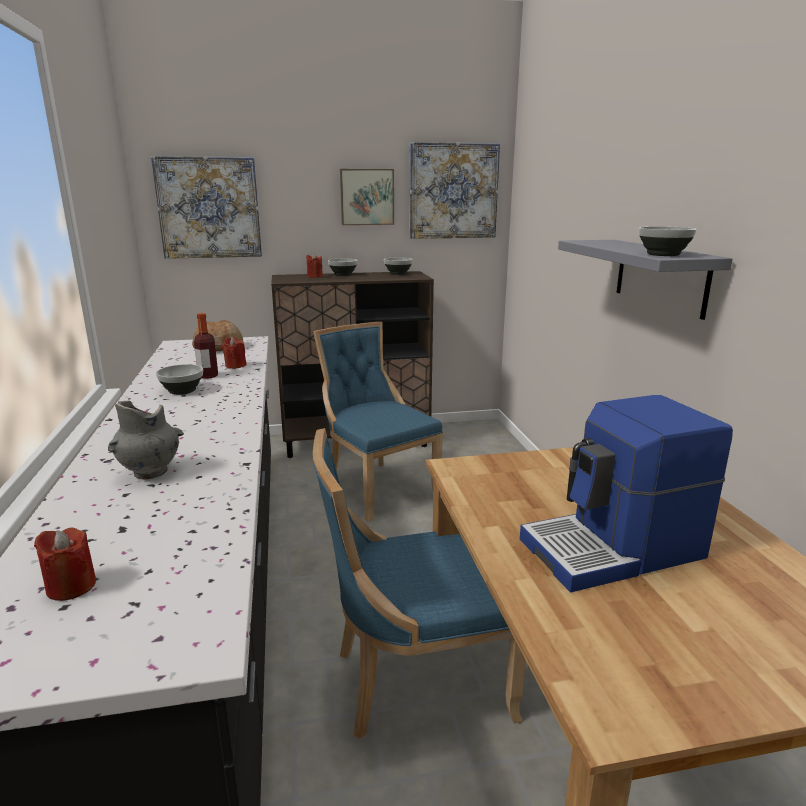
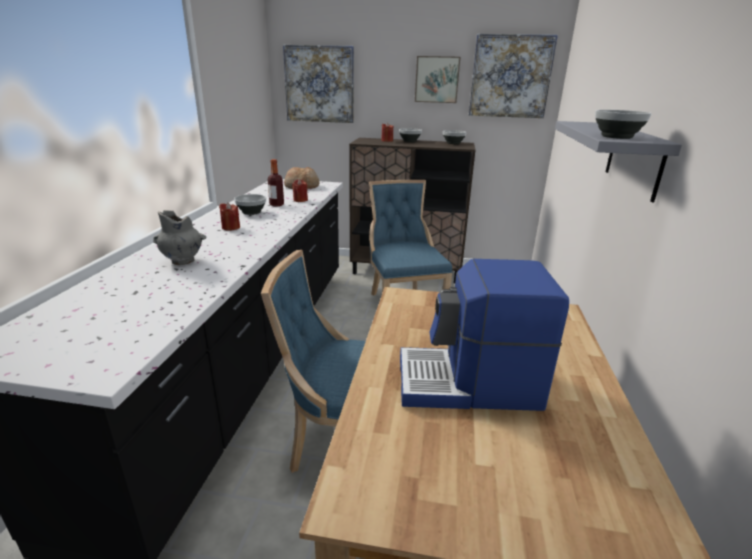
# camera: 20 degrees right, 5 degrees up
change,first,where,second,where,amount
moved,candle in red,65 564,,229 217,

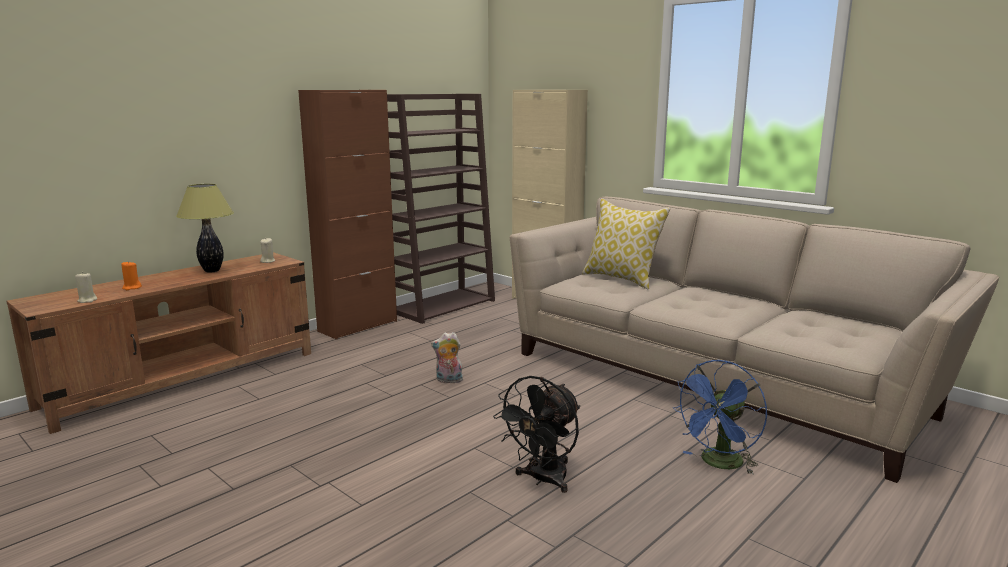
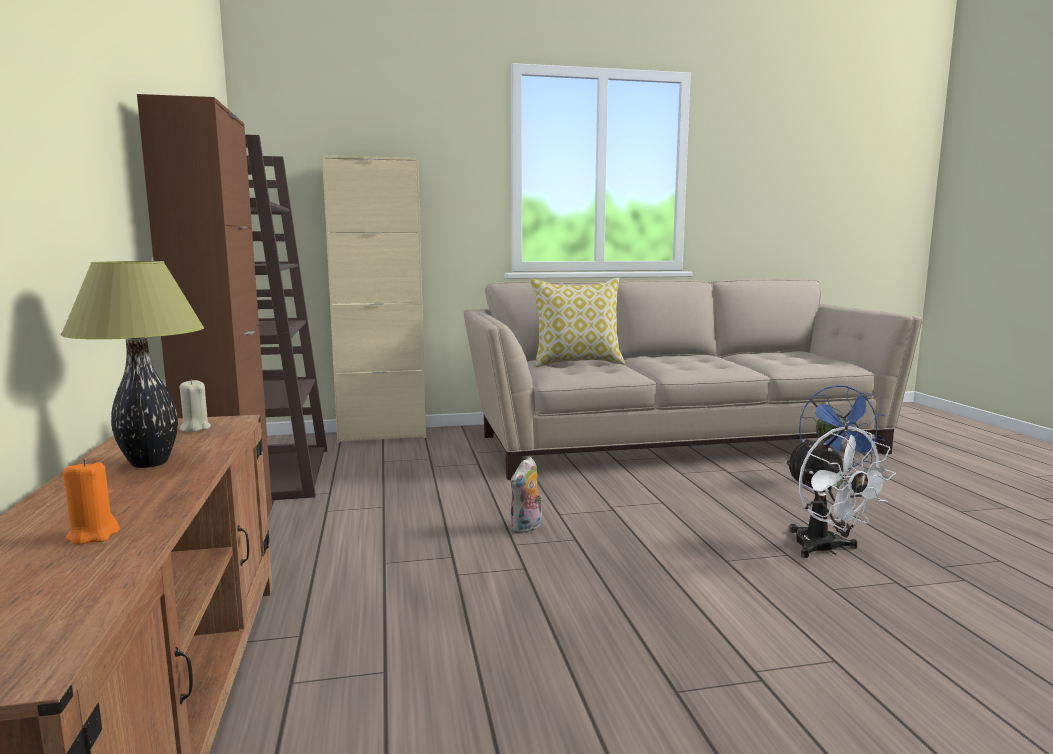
# camera: 55 degrees left, 5 degrees down
change,first,where,second,where,amount
removed,candle in beige,86 287,,,
recoloured,fan in black,536 434,fan in white,840 492,

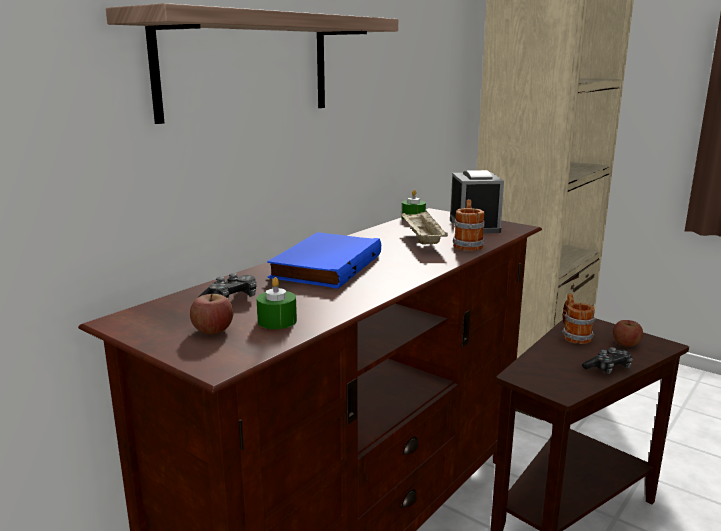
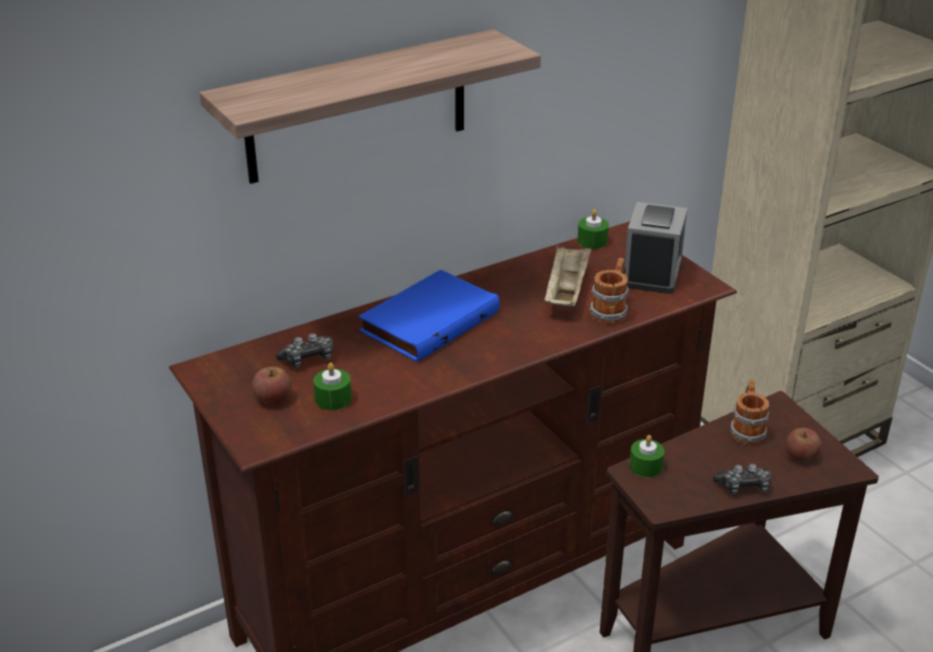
# camera: 20 degrees right, 15 degrees up
change,first,where,second,where,amount
added,,,candle in green,646 456,

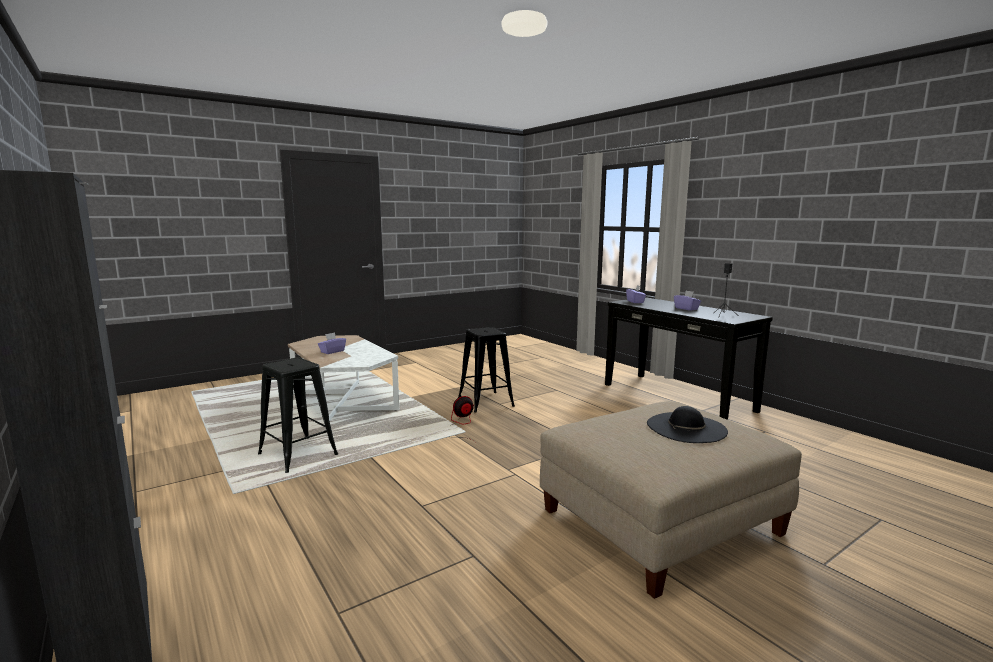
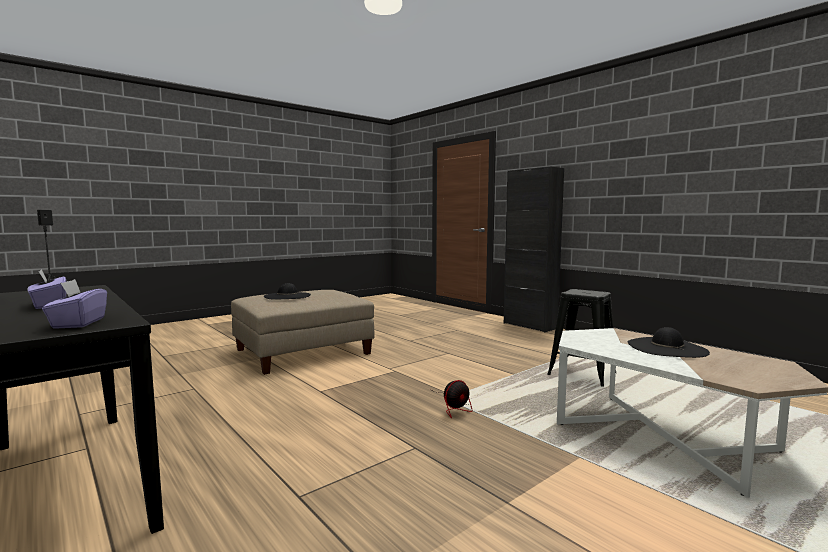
# camera: 175 degrees right, 5 degrees down
change,first,where,second,where,amount
removed,stool in black,486 370,,,
replaced,tissue box in purple,332 343,hat in black,669 342,

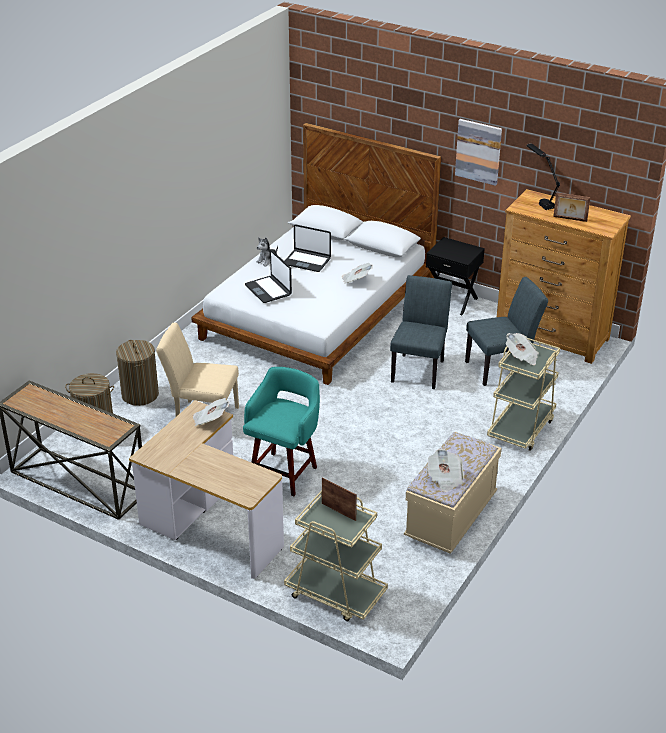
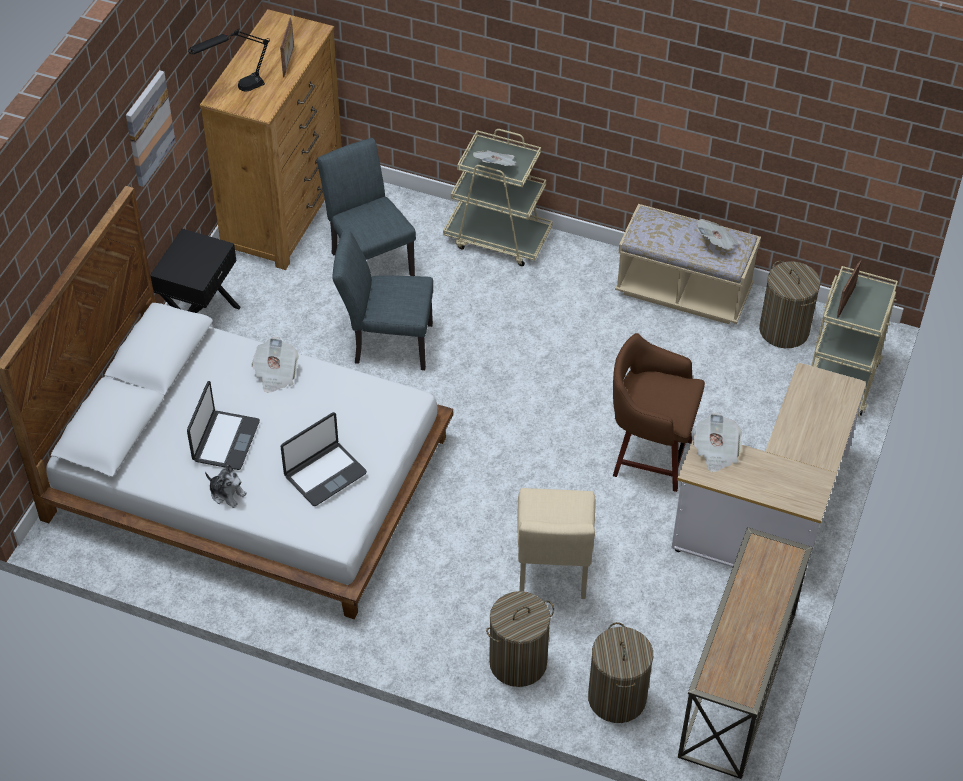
# camera: 100 degrees left, 15 degrees up
change,first,where,second,where,amount
recoloured,stool in turquoise,281 431,stool in brown,659 412,
added,,,laundry basket,789 304,

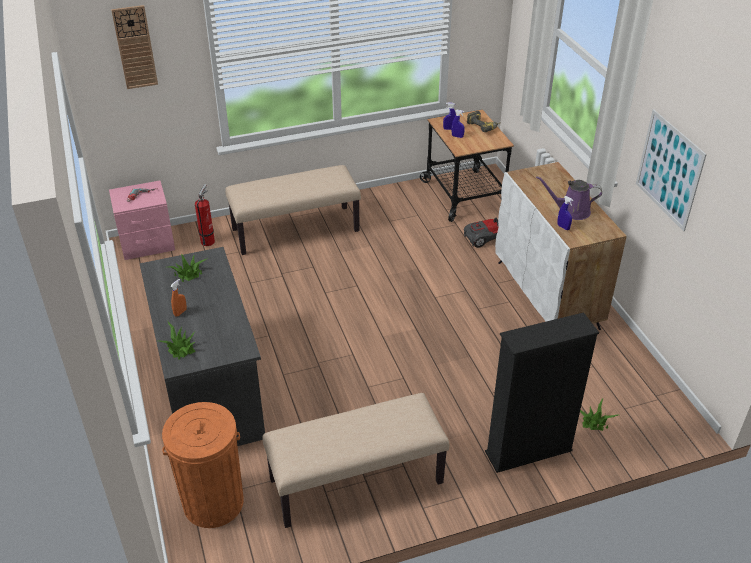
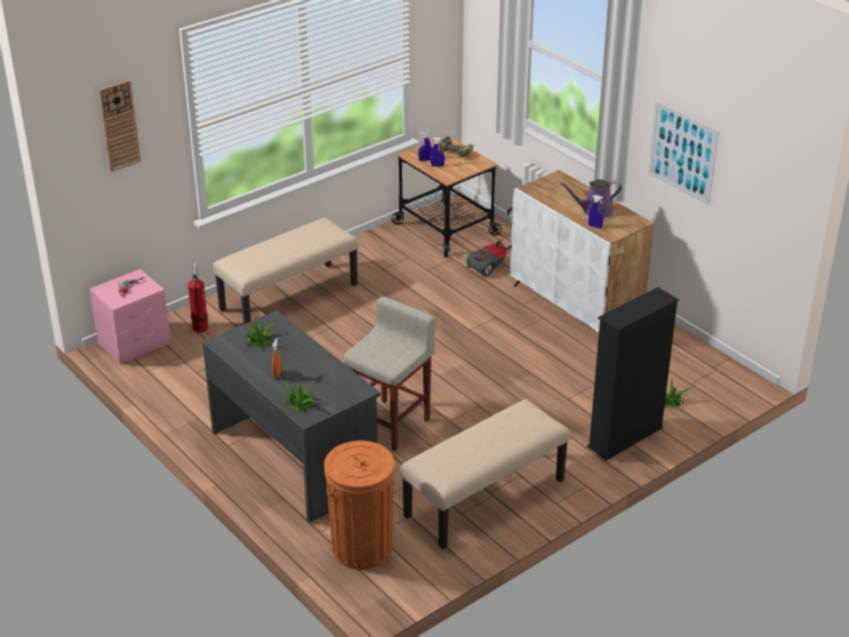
# camera: 20 degrees left, 5 degrees down
change,first,where,second,where,amount
added,,,stool in beige,389 374,

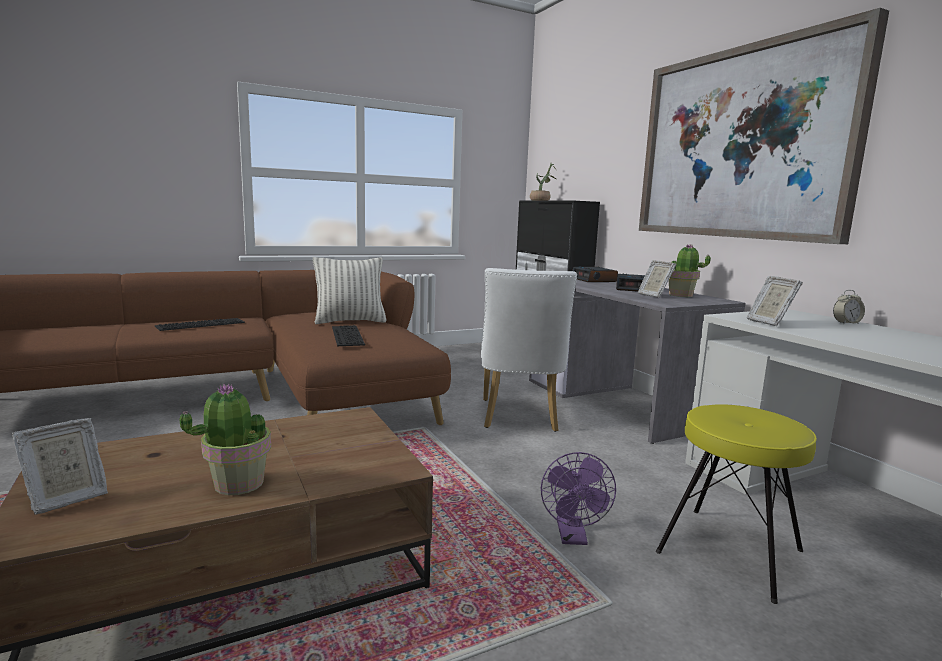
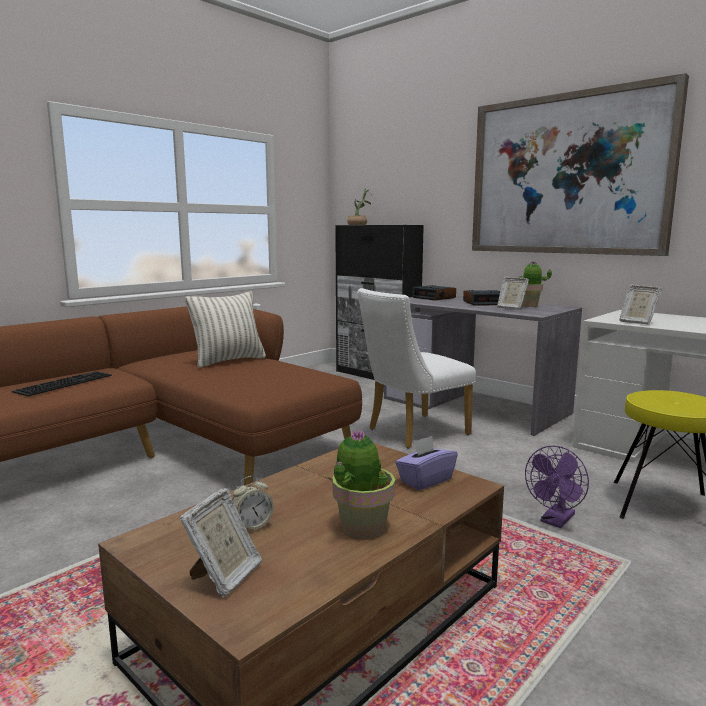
# camera: 20 degrees left, 0 degrees up
change,first,where,second,where,amount
turned,chair in white,529 350,,416 368,75 degrees clockwise
moved,alarm clock,849 307,,253 503,
removed,keyboard,348 335,,,
turned,fan in purple,578 498,,557 487,60 degrees clockwise
added,,,tissue box in purple,426 463,

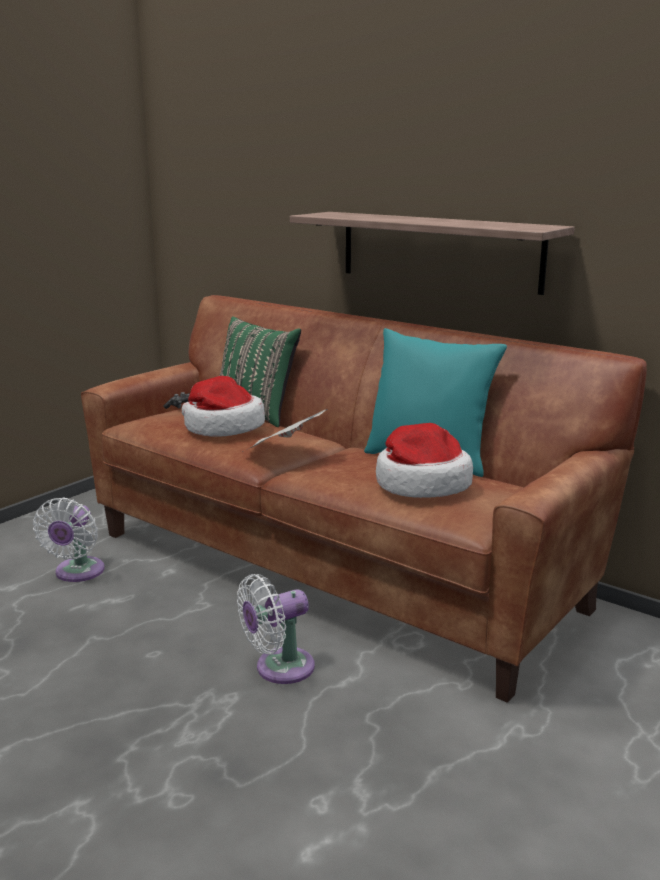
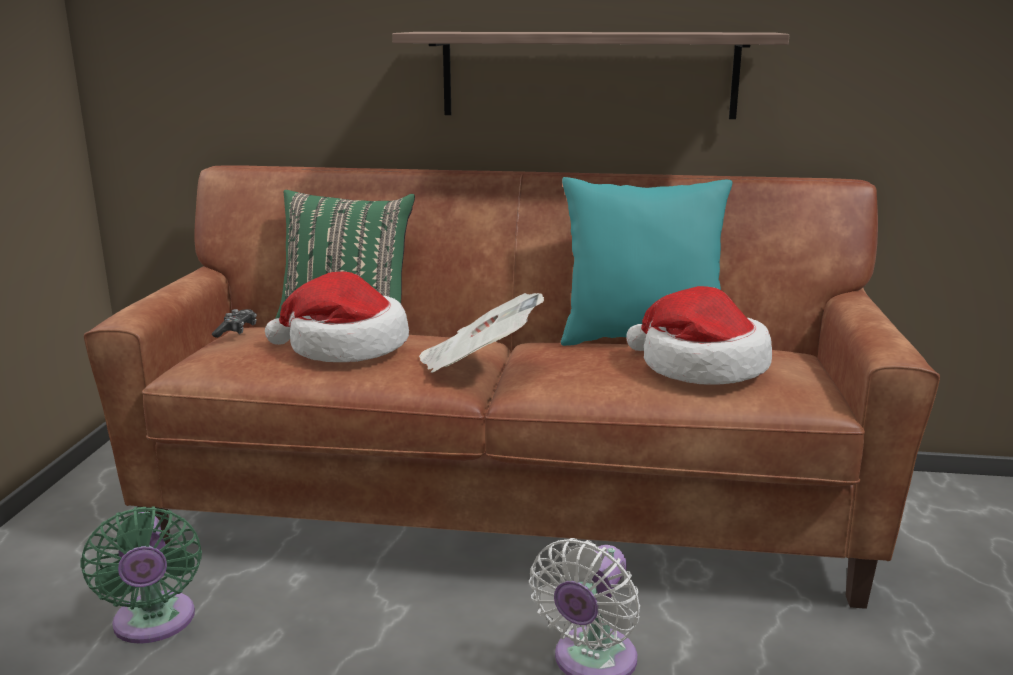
# camera: 30 degrees left, 0 degrees up
change,first,where,second,where,amount
recoloured,fan in white,69 540,fan in green,141 575,

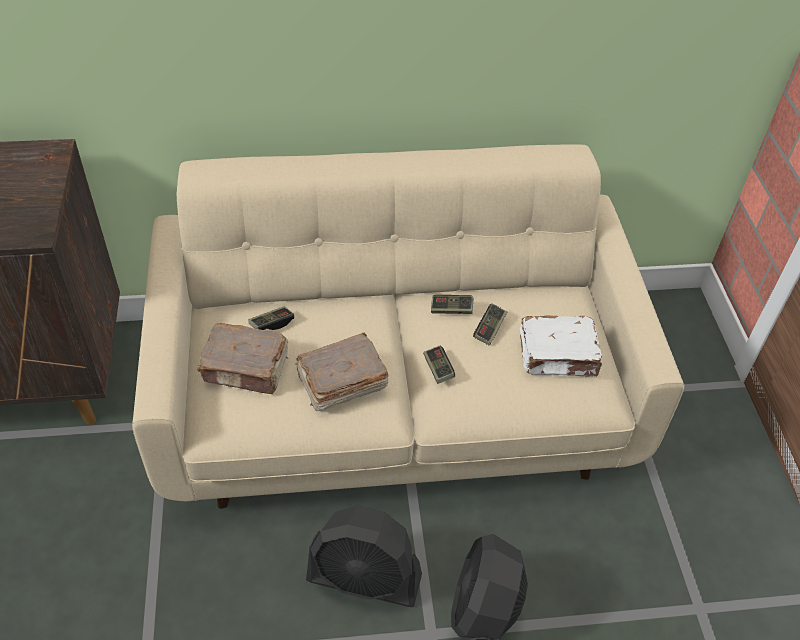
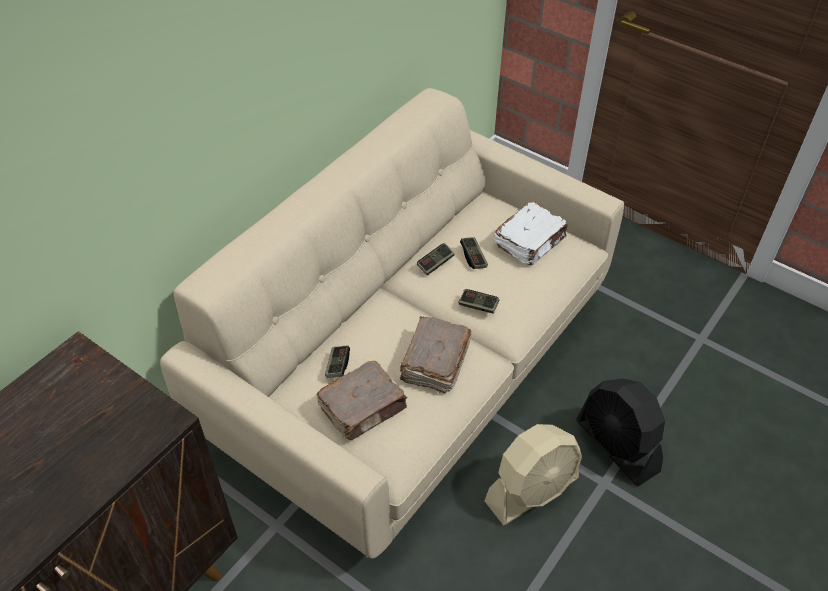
# camera: 45 degrees left, 0 degrees up
change,first,where,second,where,amount
recoloured,fan in black,364 556,fan in beige,533 474,

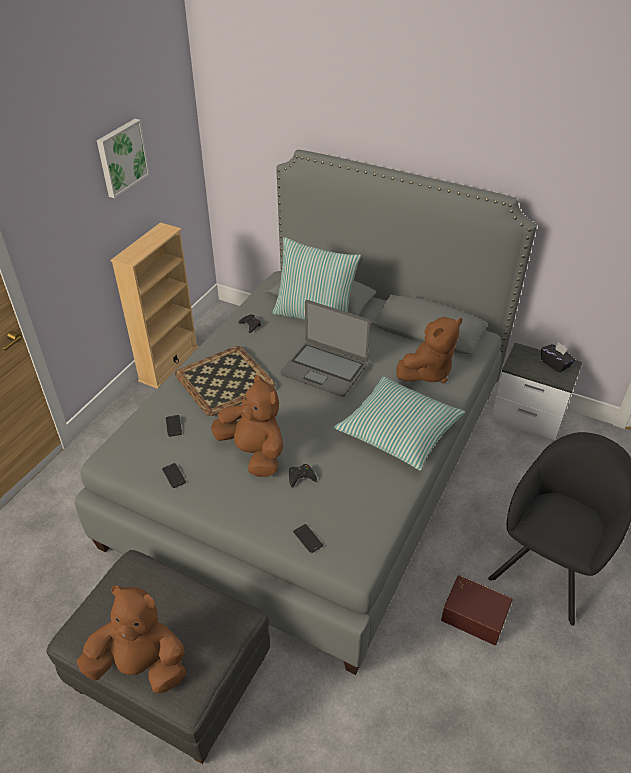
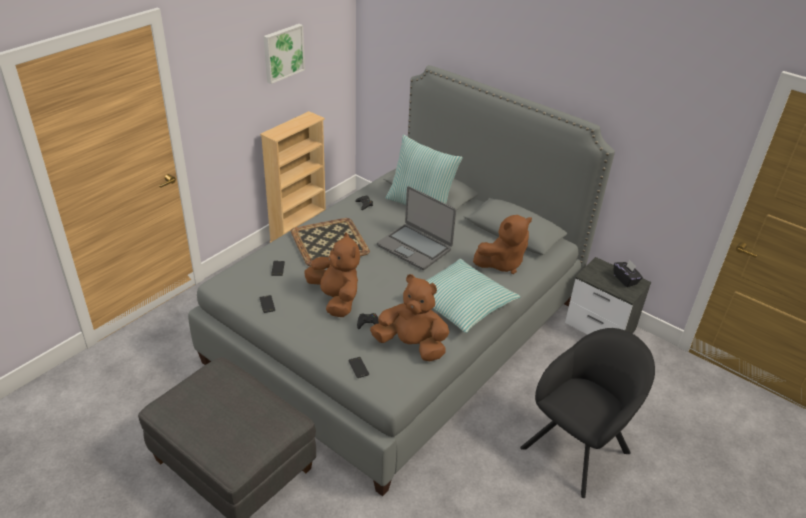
# camera: 10 degrees right, 5 degrees down
change,first,where,second,where,amount
removed,storage box in brown,477 610,,,
moved,plush toy in brown,131 639,,409 317,

